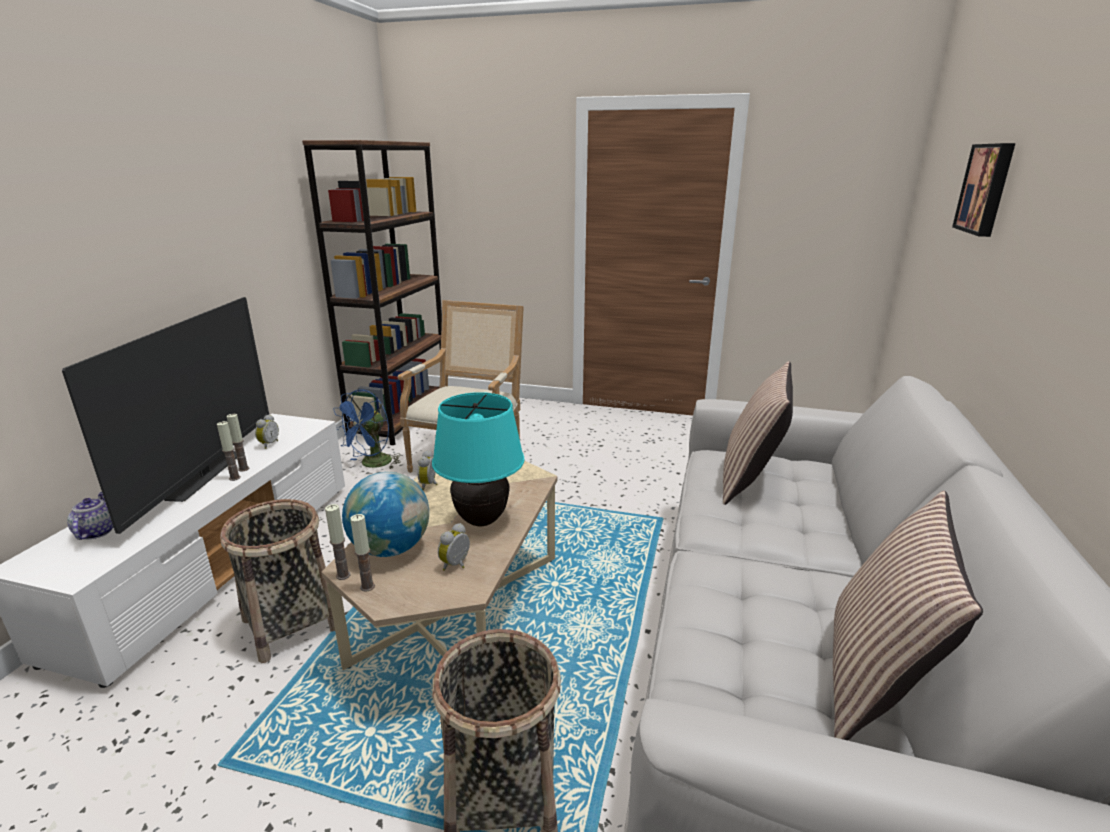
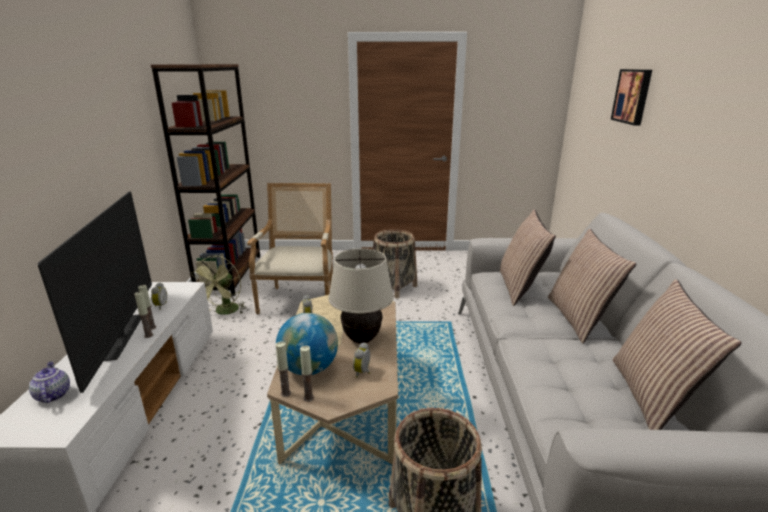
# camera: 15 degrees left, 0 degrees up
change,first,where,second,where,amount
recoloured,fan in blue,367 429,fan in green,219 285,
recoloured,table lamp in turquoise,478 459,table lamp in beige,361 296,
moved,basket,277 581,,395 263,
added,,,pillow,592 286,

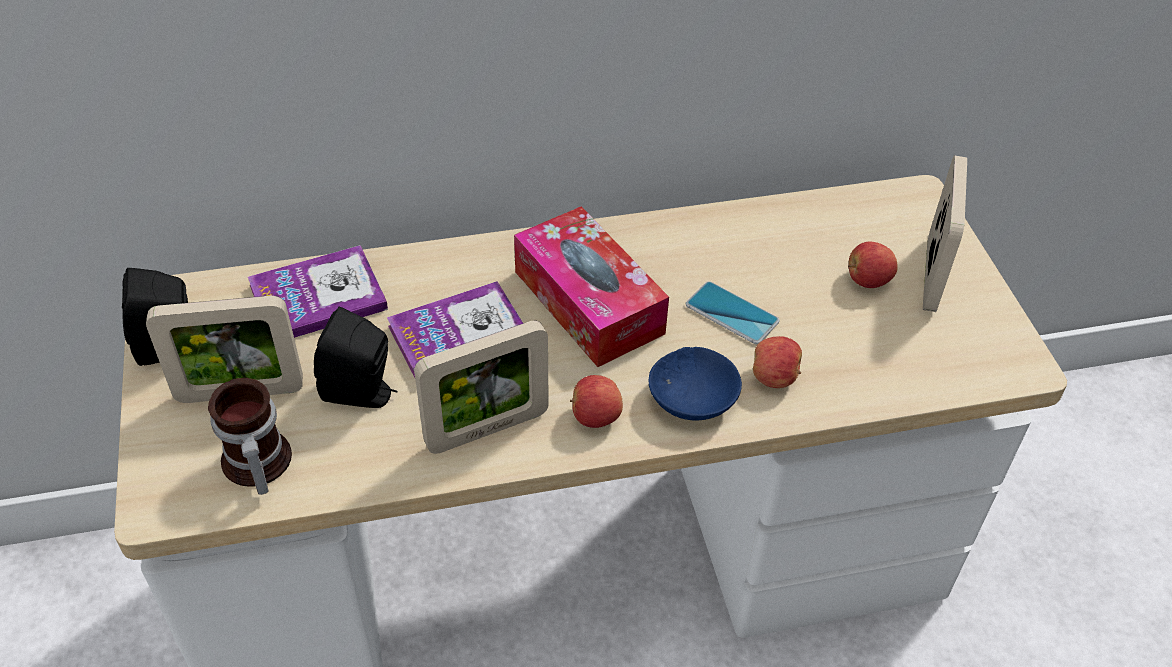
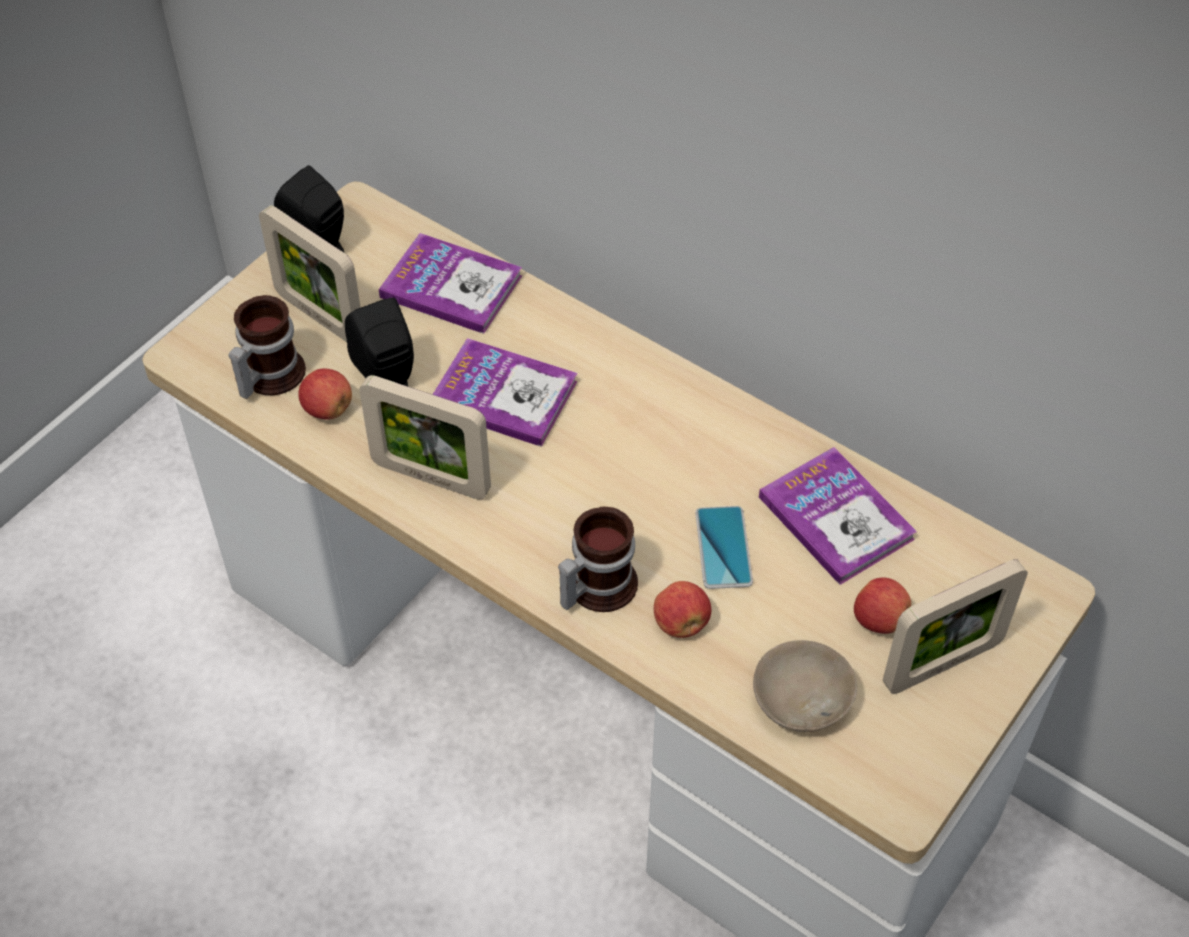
# camera: 50 degrees right, 5 degrees up
change,first,where,second,where,amount
removed,tissue box,591 286,,,
replaced,bowl in blue,695 384,mug,598 559,
moved,apple,596 401,,325 394,
added,,,book,838 516,
added,,,bowl in beige,805 686,

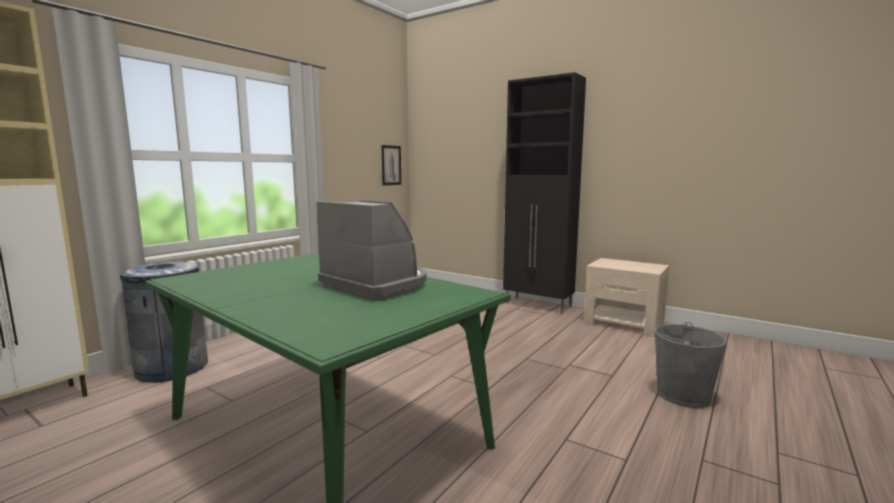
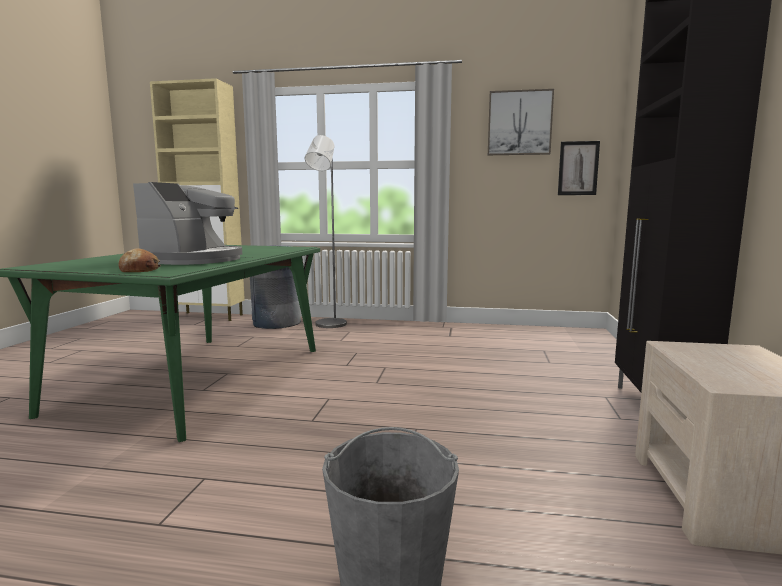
# camera: 65 degrees right, 0 degrees up
change,first,where,second,where,amount
added,,,picture,521 122,
added,,,floor lamp in grey,326 231,
added,,,bread,140 260,

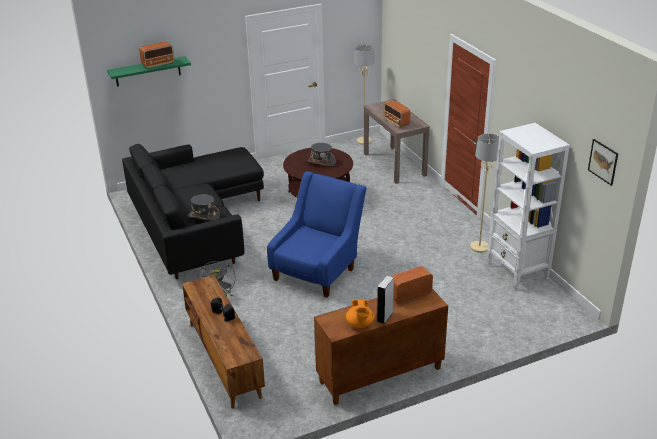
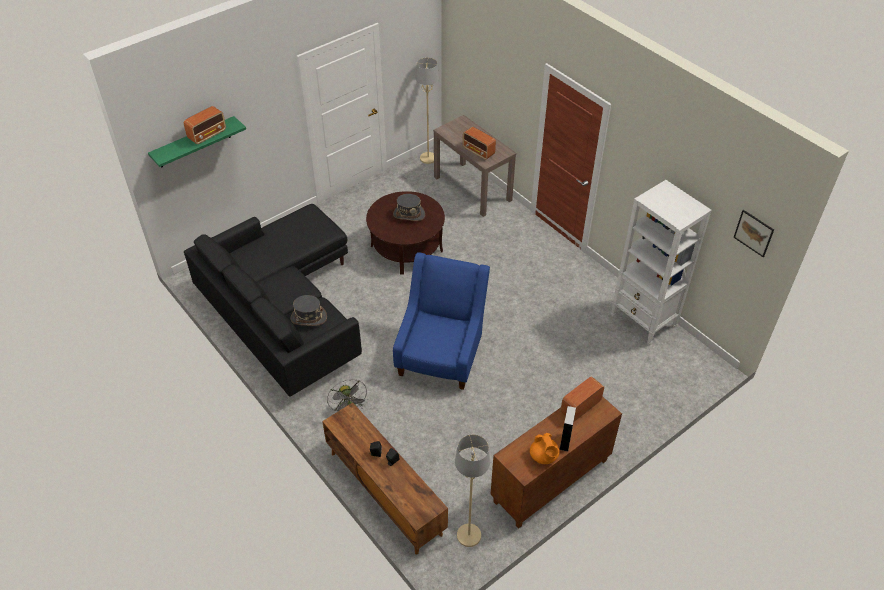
# camera: 15 degrees left, 15 degrees up
change,first,where,second,where,amount
moved,floor lamp in beige,484 193,,472 490,

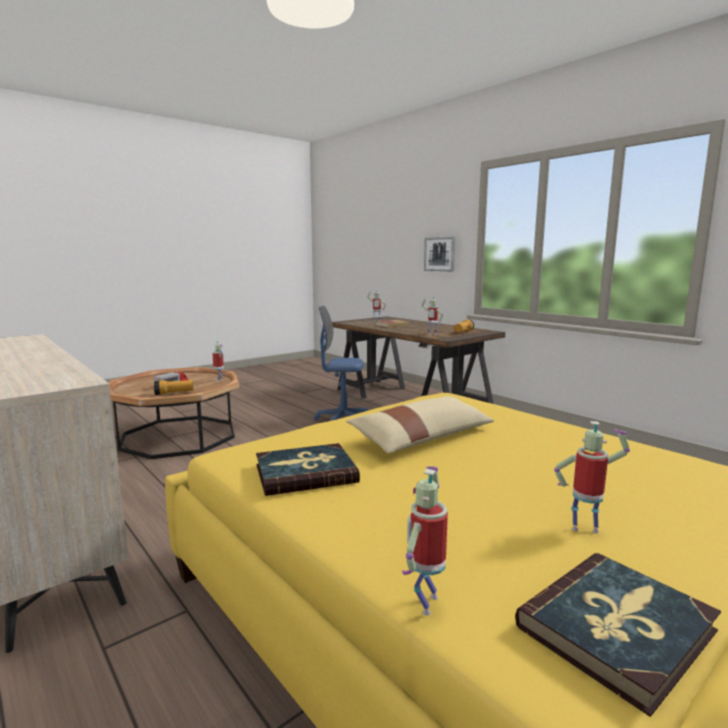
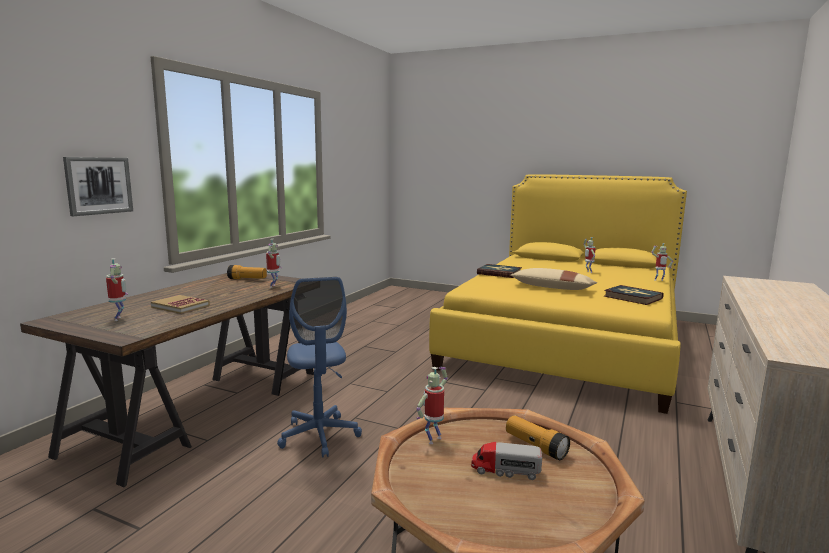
# camera: 115 degrees left, 0 degrees up
change,first,where,second,where,amount
moved,book,618 635,,499 271,

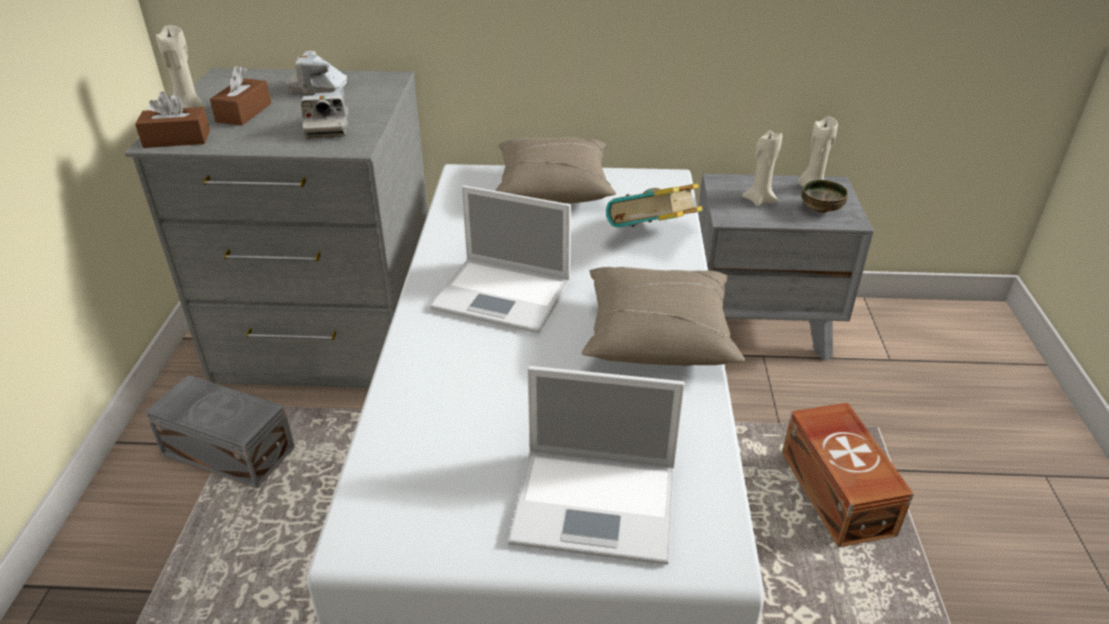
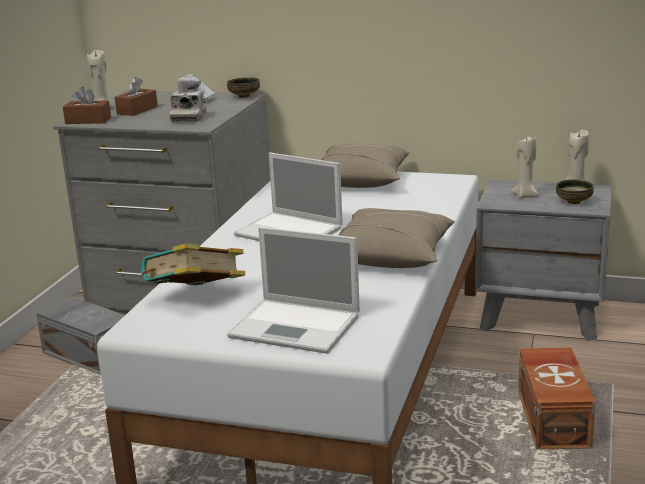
# camera: 15 degrees right, 15 degrees down
change,first,where,second,where,amount
moved,book,654 205,,193 264,
added,,,bowl,243 87,

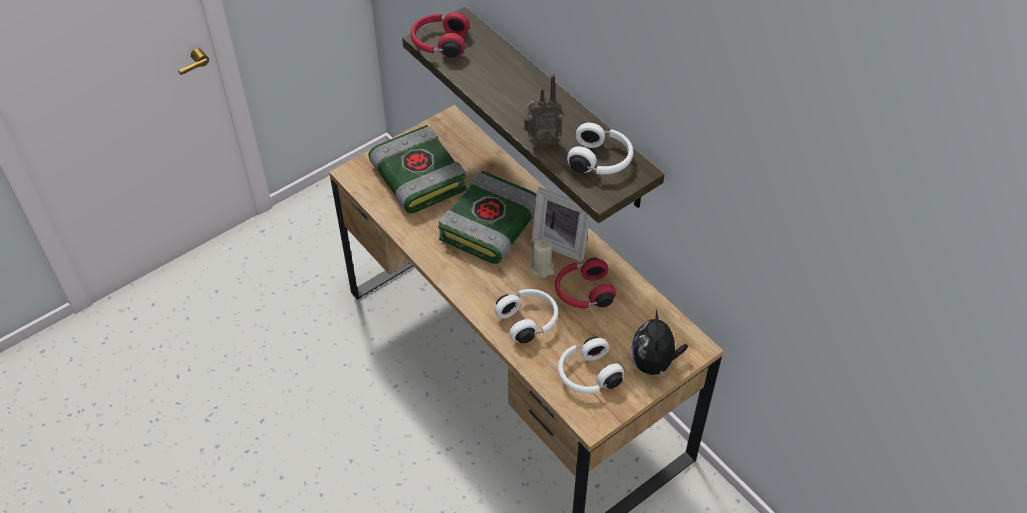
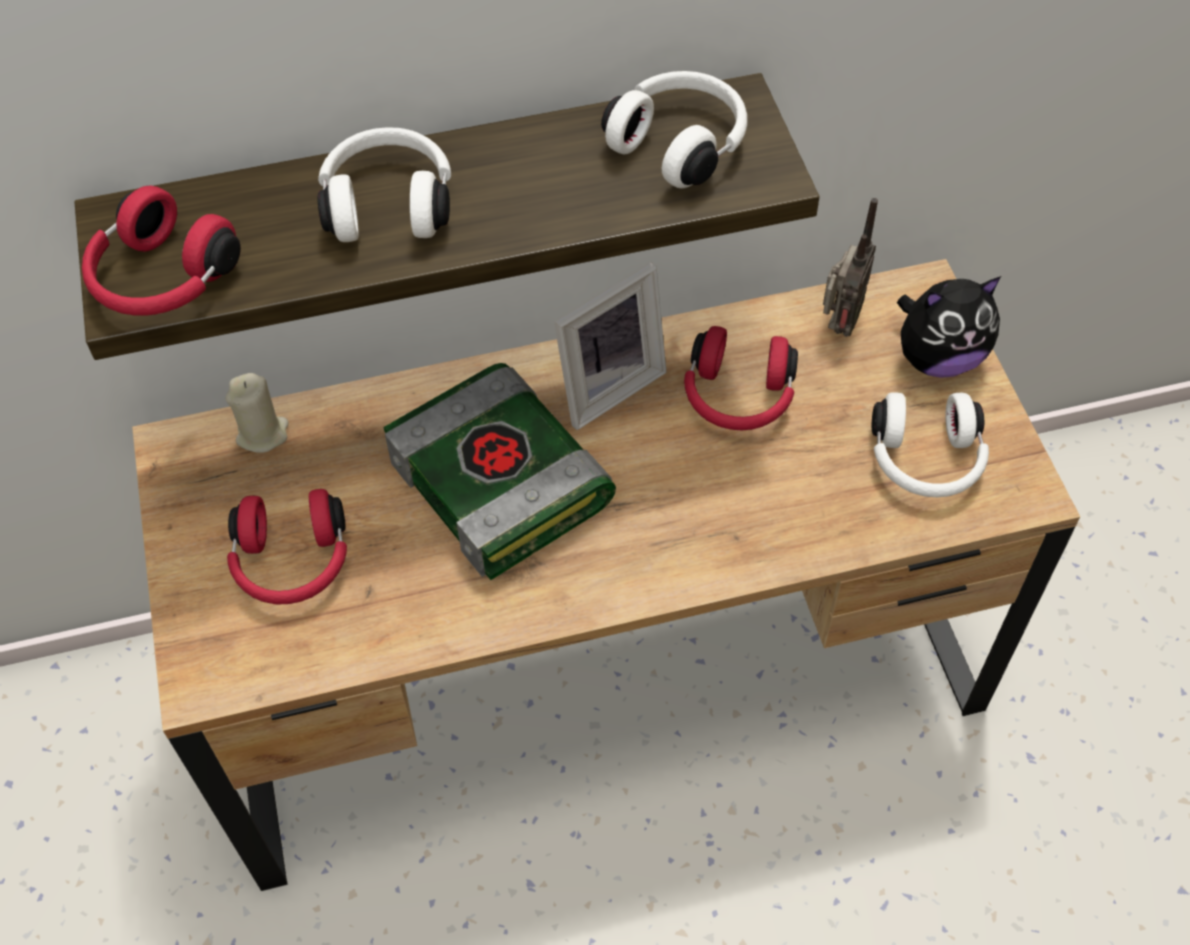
# camera: 65 degrees left, 5 degrees up
change,first,where,second,where,amount
moved,radio,543 110,,850 267,
replaced,book,417 169,headphones in red,287 546,
moved,candle in beige,542 257,,256 413,
moved,headphones in white,526 316,,384 184,
turned,plush toy,659 345,,949 327,45 degrees counterclockwise

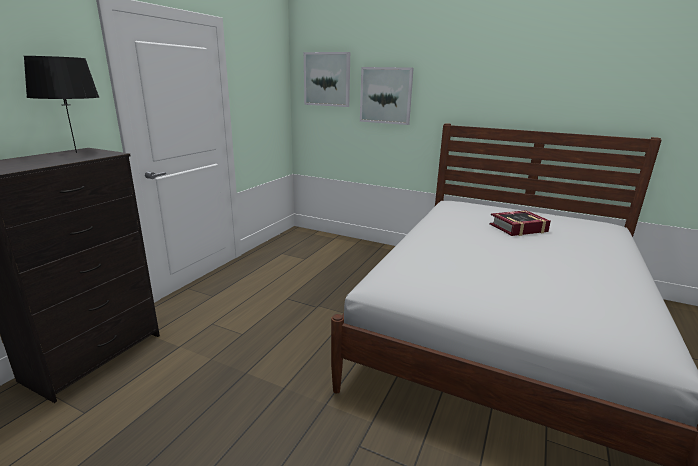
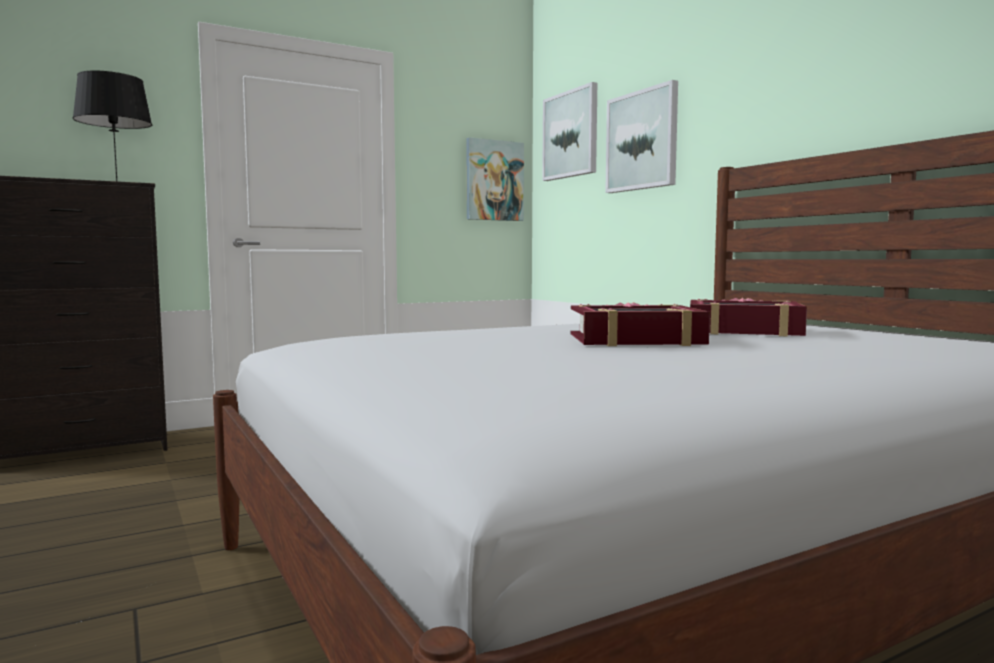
# camera: 35 degrees right, 15 degrees down
change,first,where,second,where,amount
added,,,picture,495 179,
added,,,book,640 324,

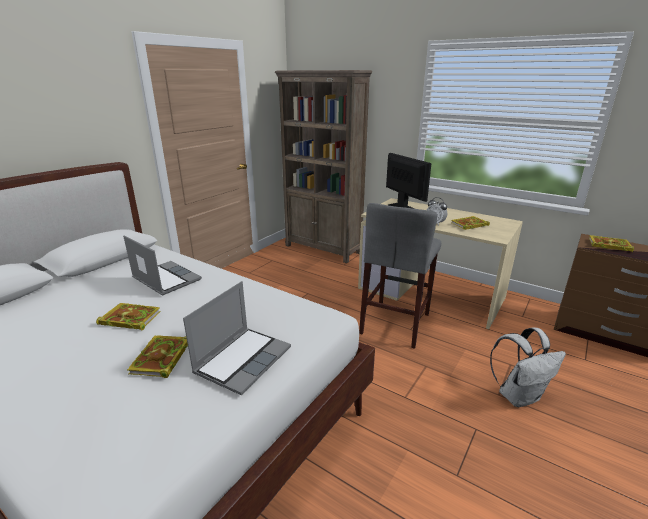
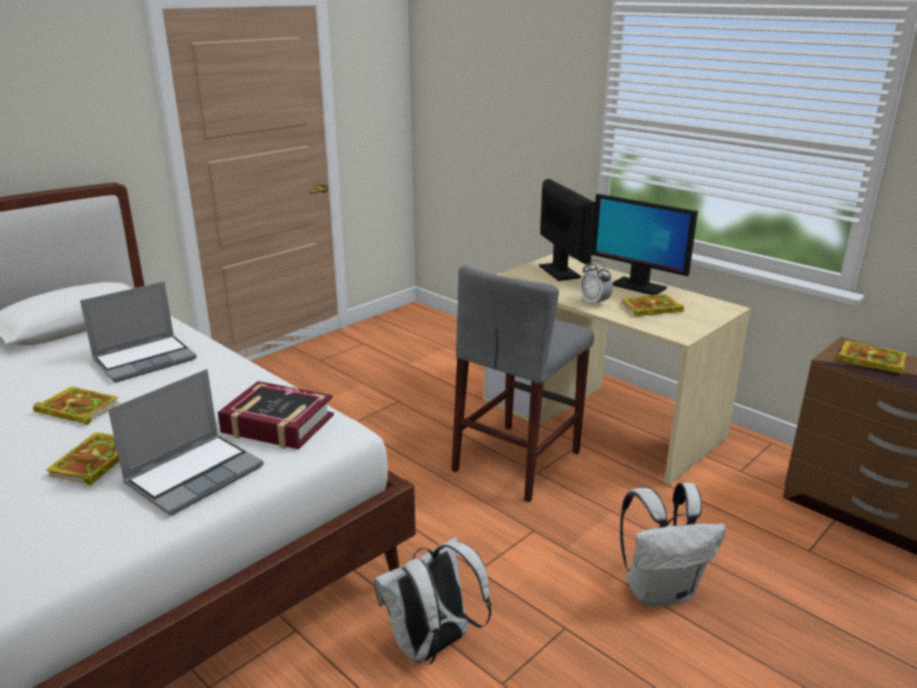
# camera: 10 degrees right, 0 degrees up
change,first,where,second,where,amount
removed,bookcase in brown,323 166,,,
turned,laptop,162 265,,138 332,90 degrees clockwise
added,,,monitor,645 244,
added,,,book,276 415,
added,,,backpack in white,432 601,

